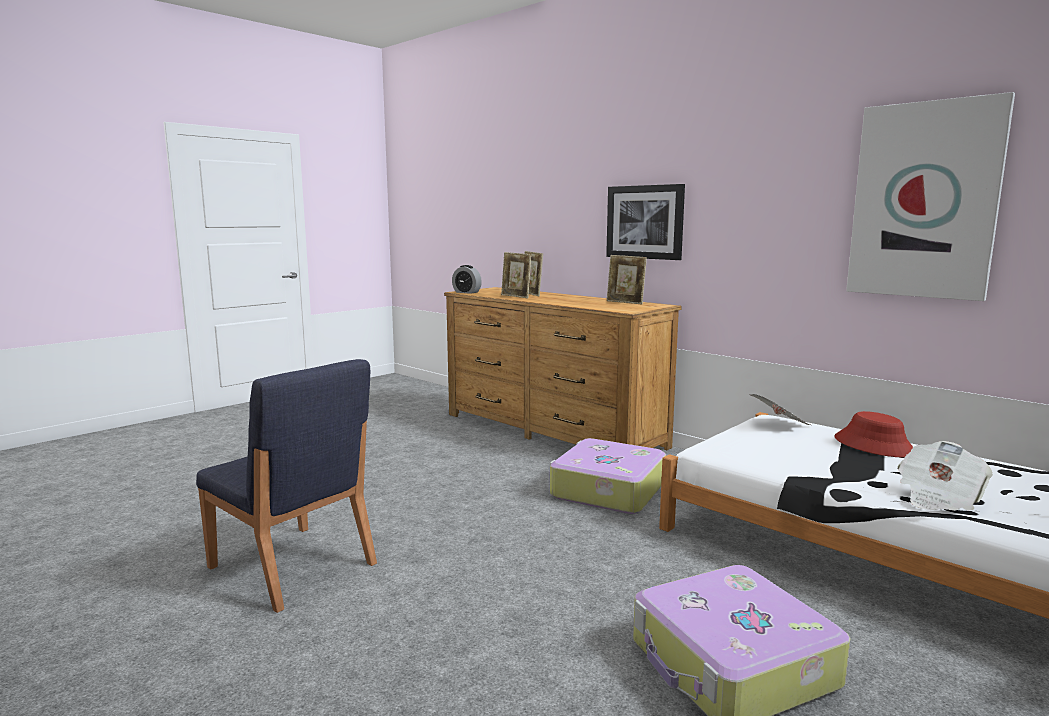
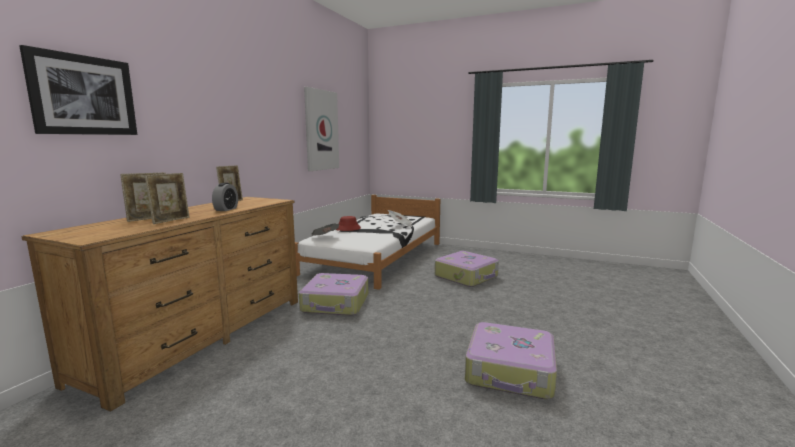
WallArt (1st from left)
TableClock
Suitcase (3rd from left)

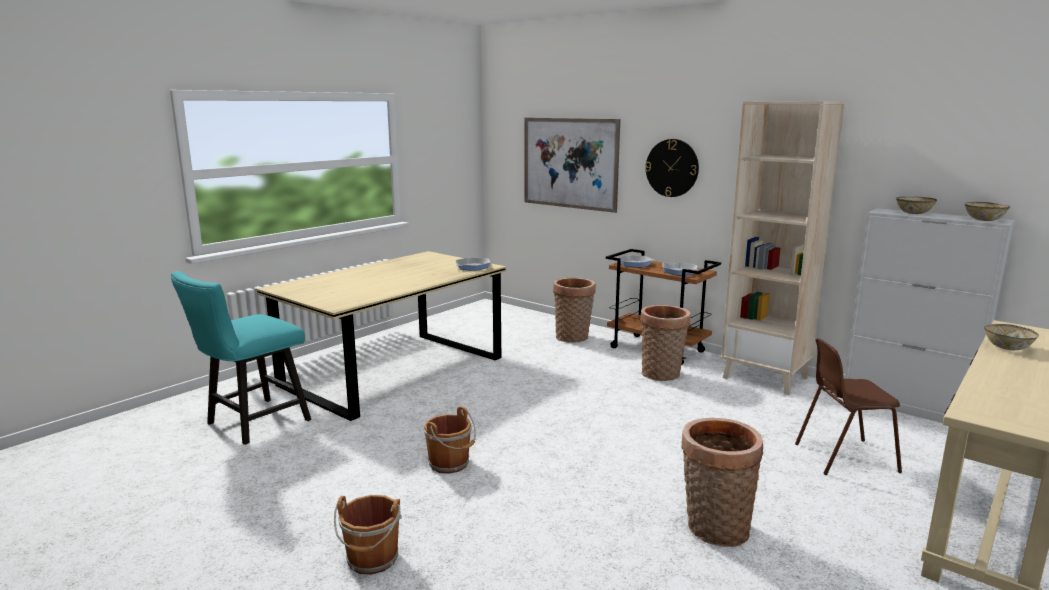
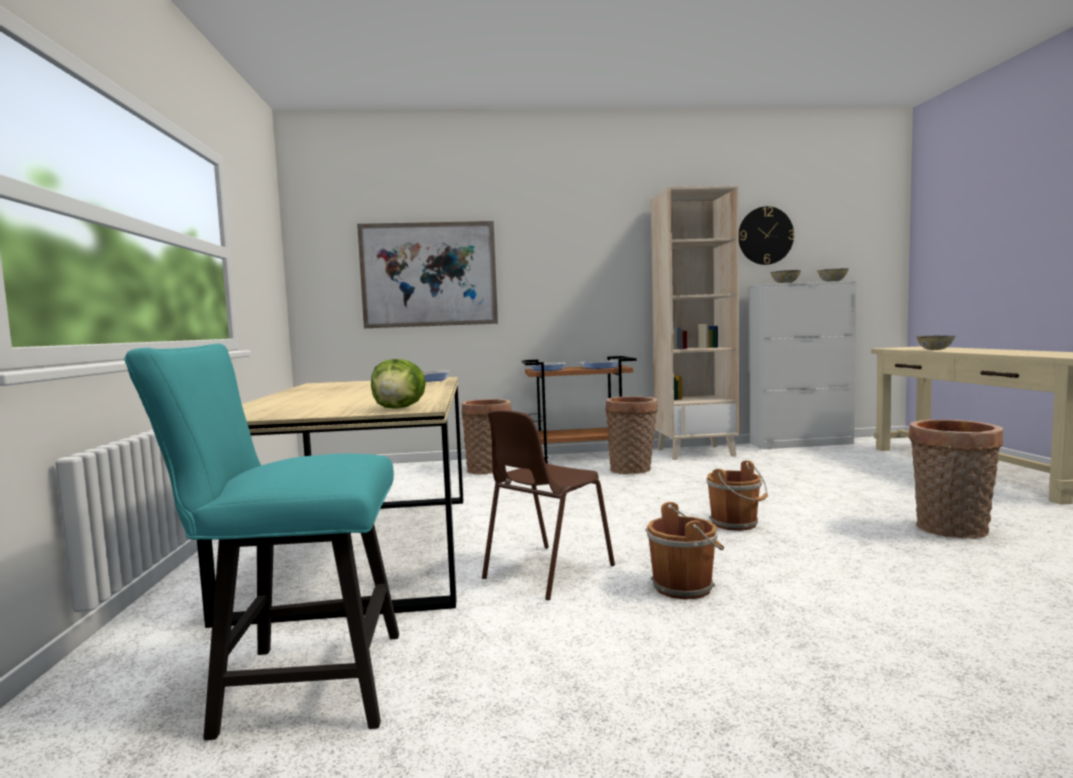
ClockOnTheWall
TurquoisePlainChair
BrownishPlainChair
BrownishPail (2nd from left)
HeadOfLettuce

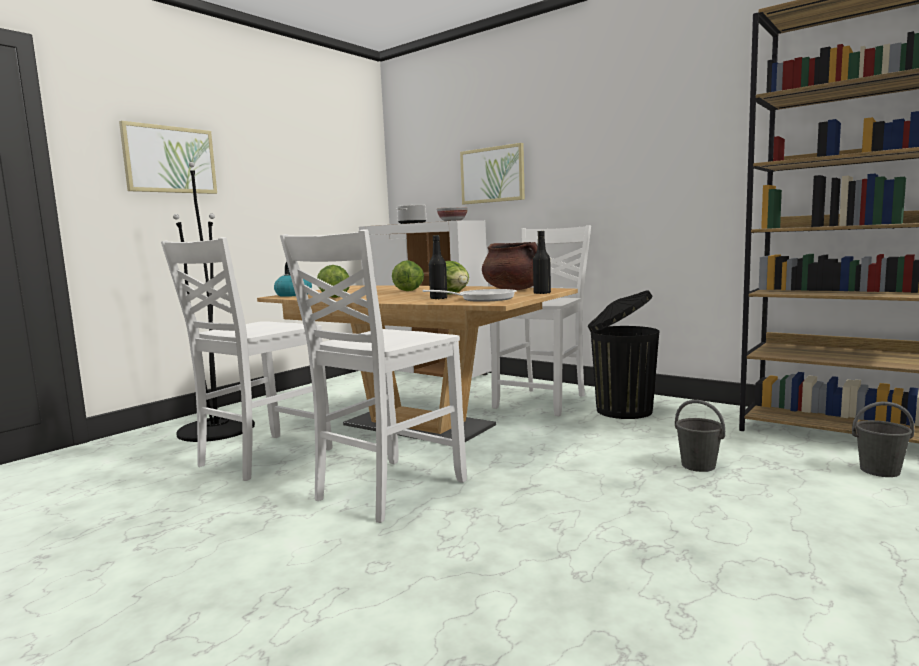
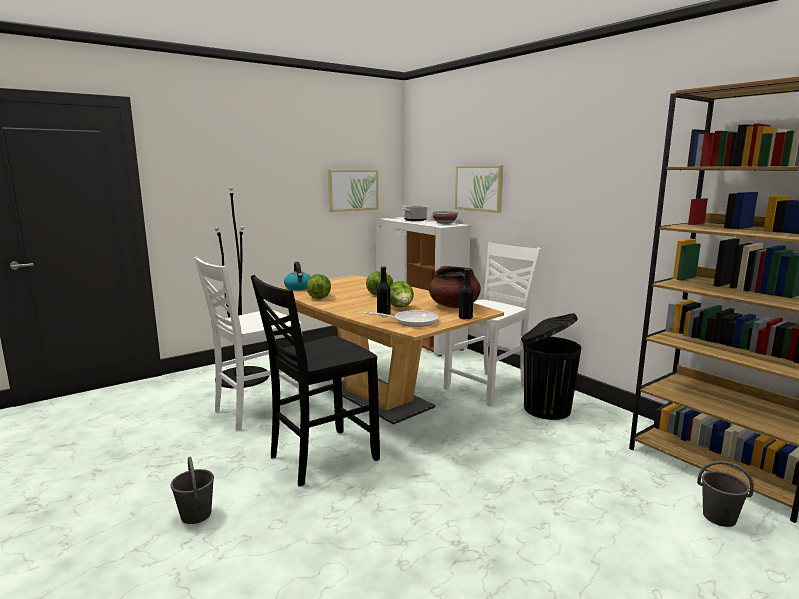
WallArt (1st from left)
BlackColouredPlainChair
GrayPail (1st from left)

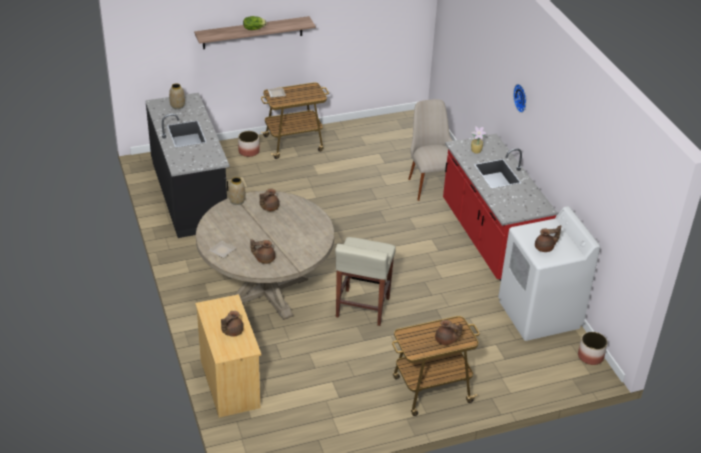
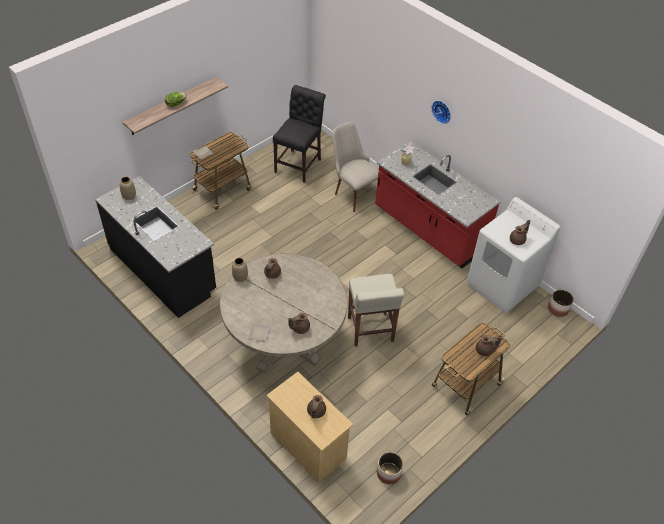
Planter (1st from left)
BlackColouredPlainChair

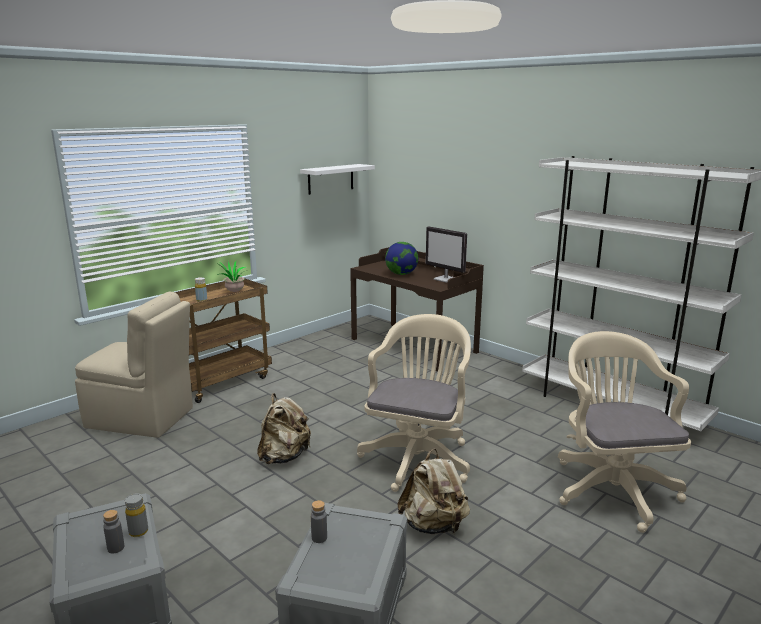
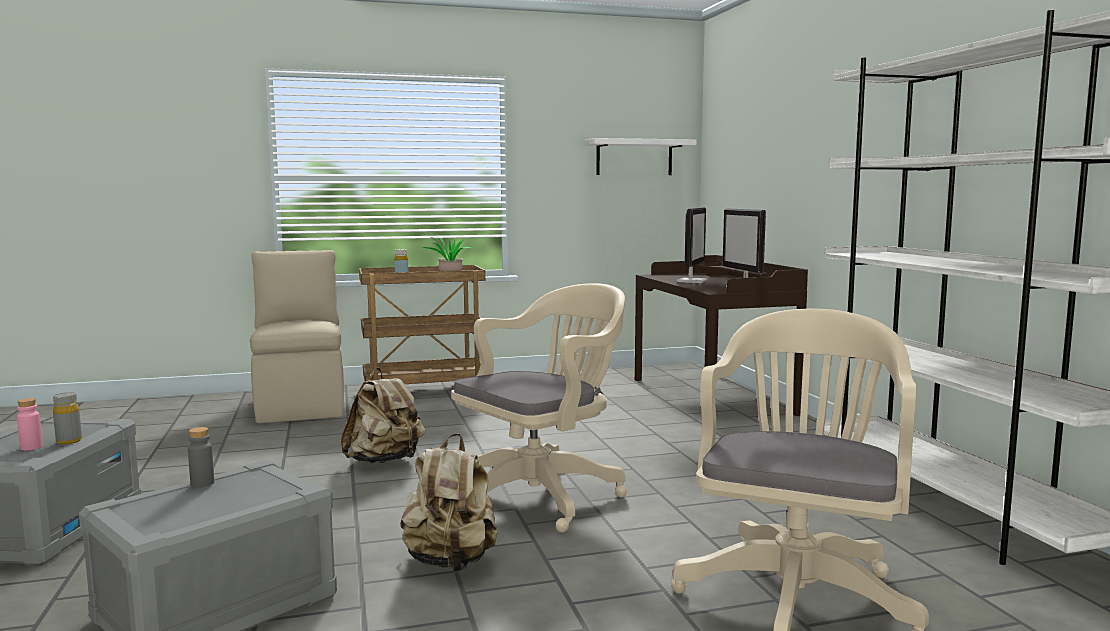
ComputerScreen (1st from left)
SandColouredPlainChair
PinkishBottle

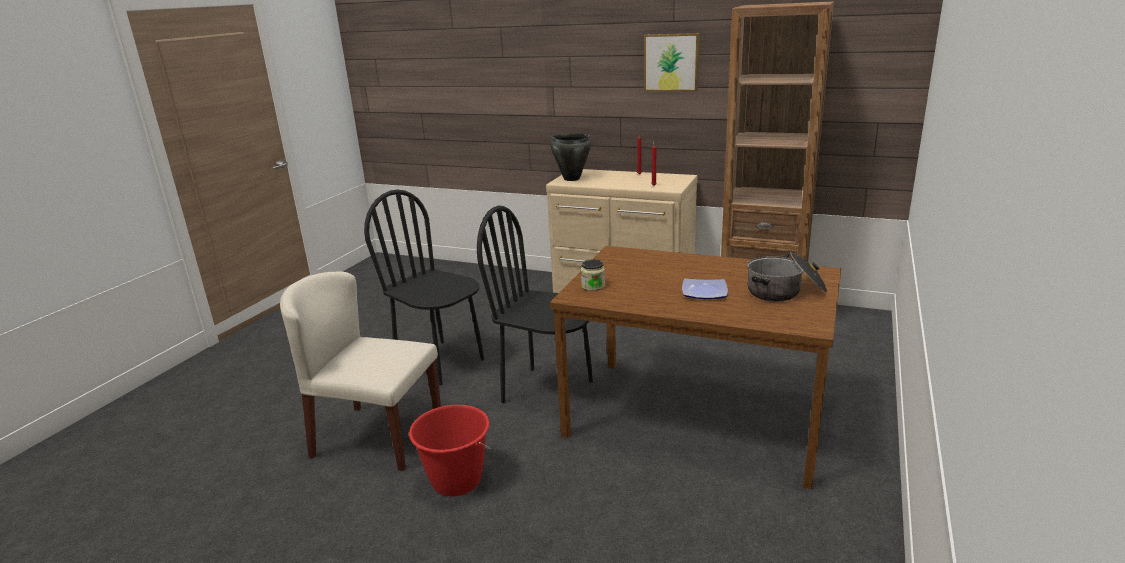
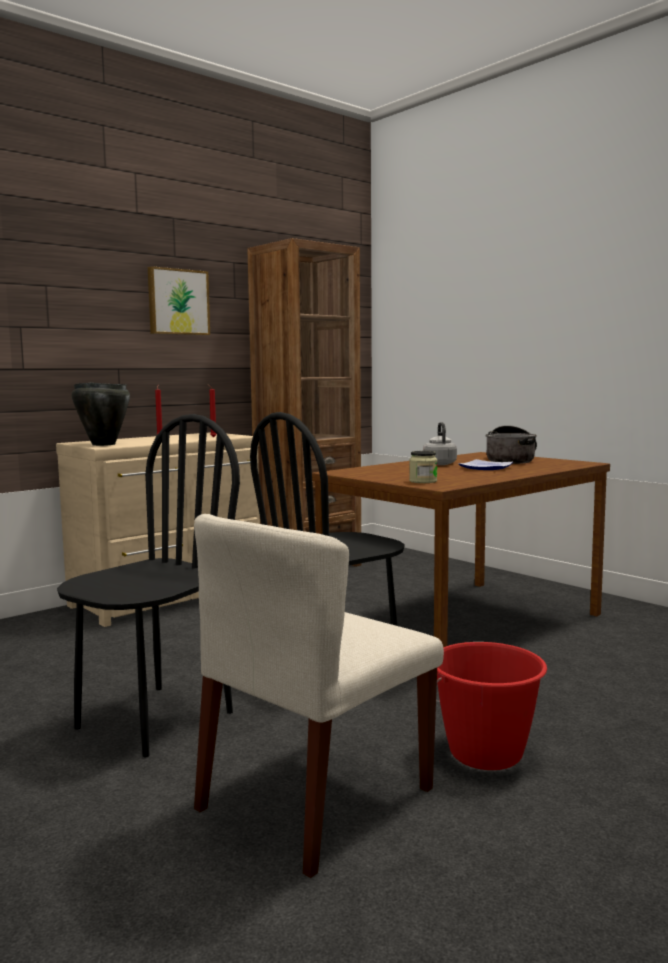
BlackColouredPlainChair (1st from left)
GrayWaterKettle

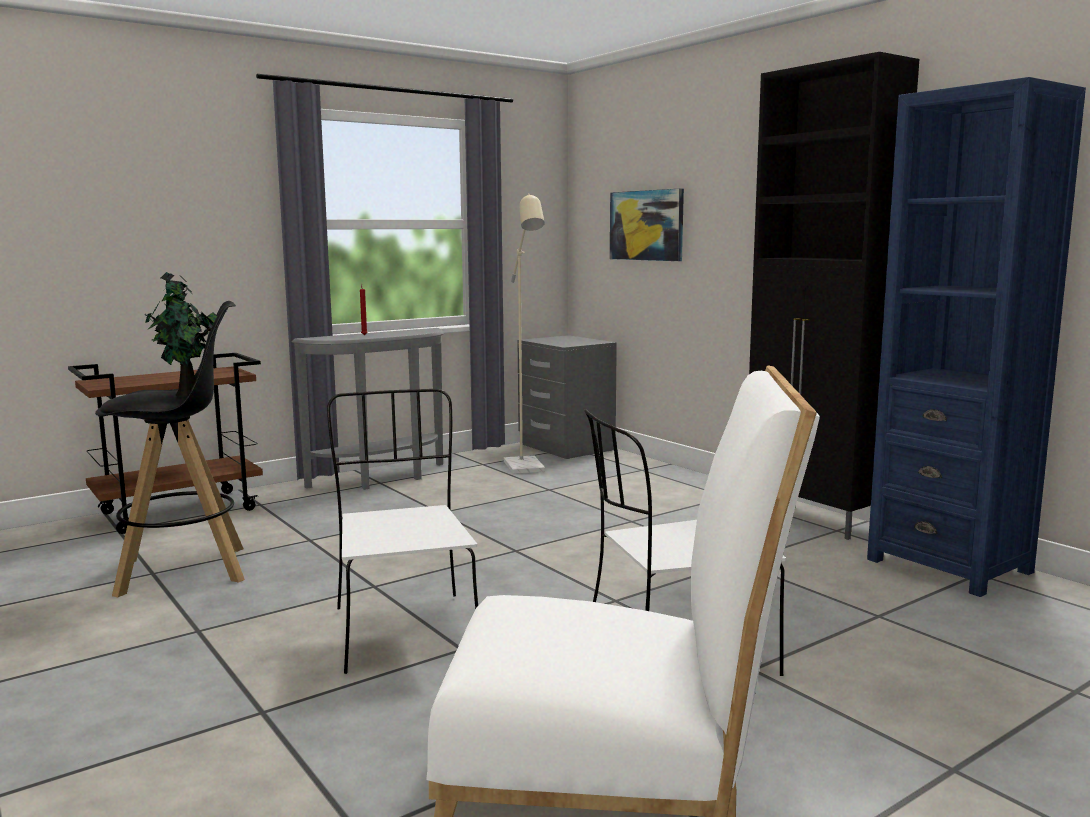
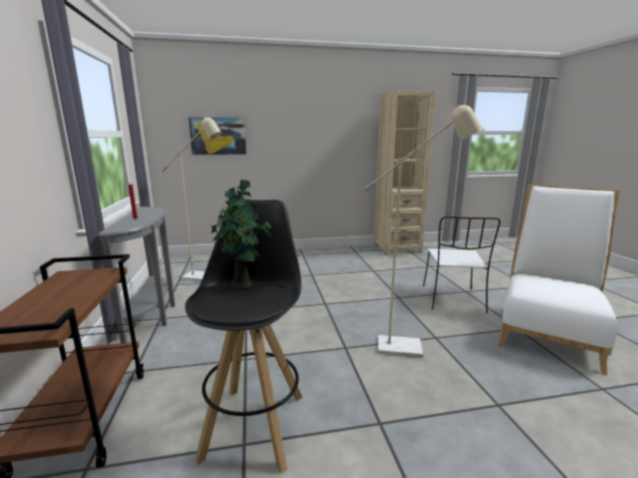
BlackColouredStorageCabinet
SandColouredShelvingUnit
GrayNightTable
SandColouredFloorLamp (2nd from left)

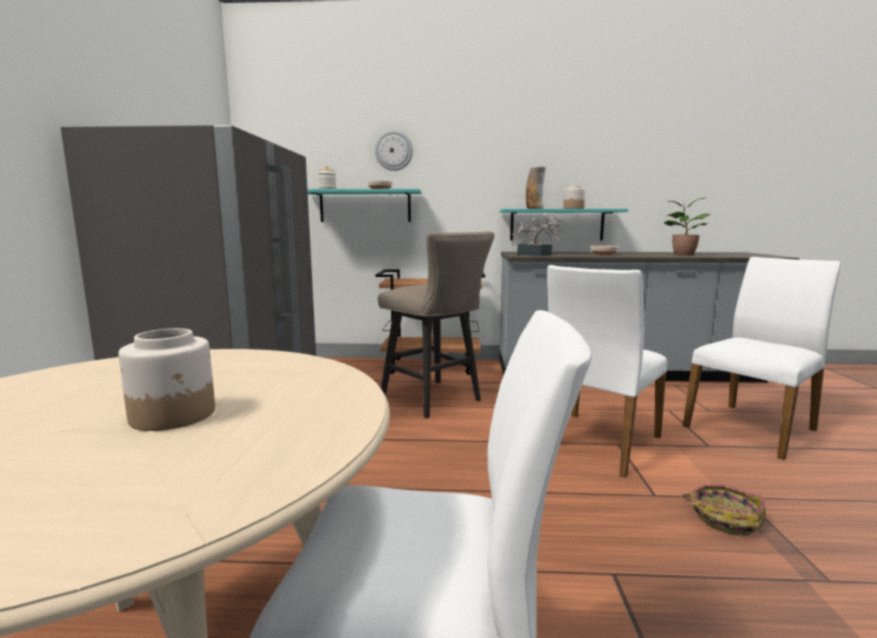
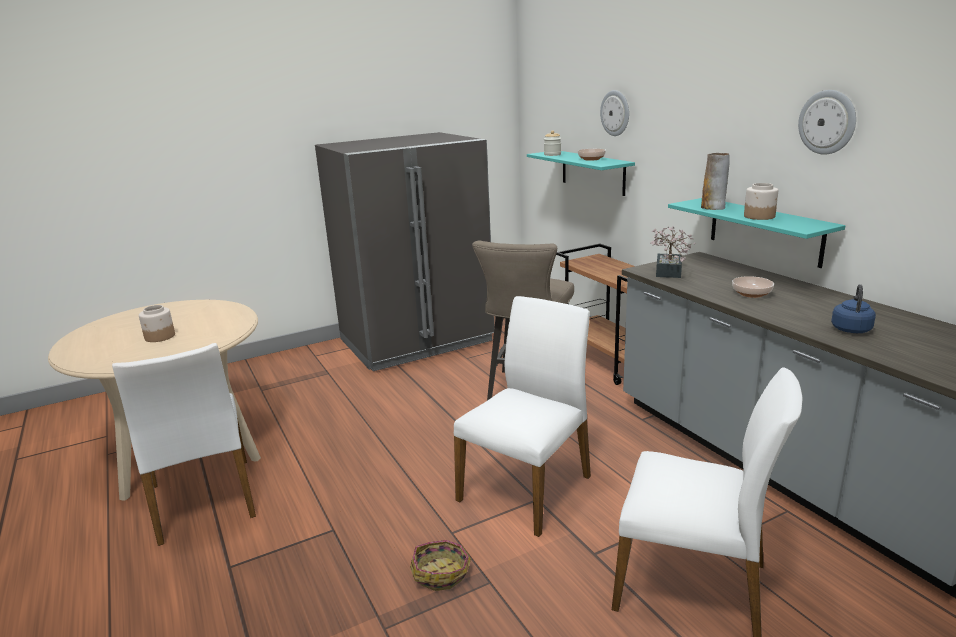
BlueWaterKettle
WhitishPlainChair (2nd from left)
ClockOnTheWall (2nd from left)

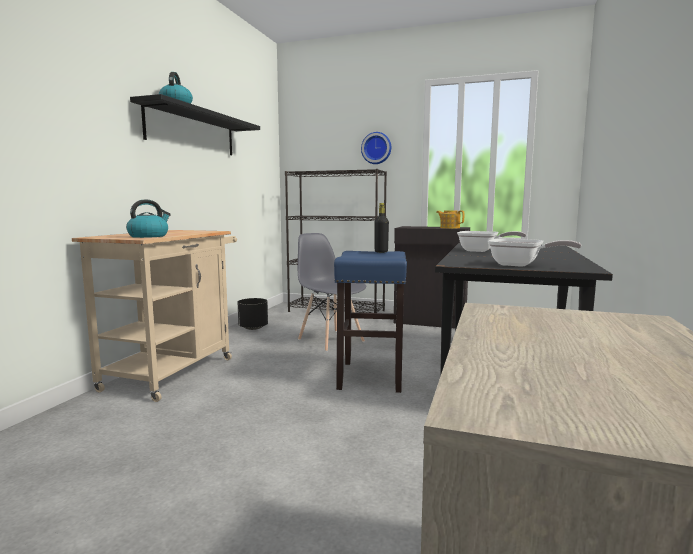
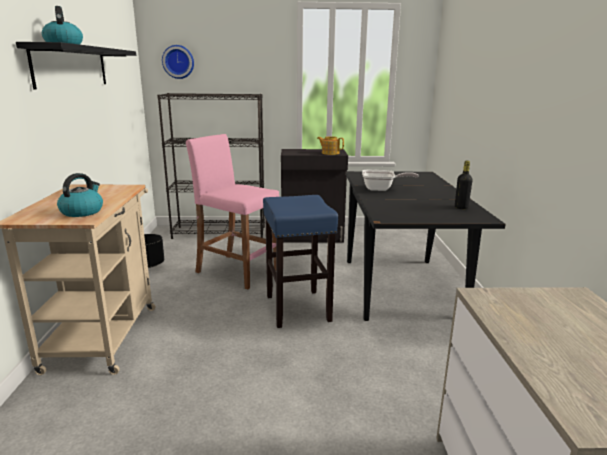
ClockOnTheWall
BlackColouredBottle
PinkishStool
Pan (2nd from left in the first image)

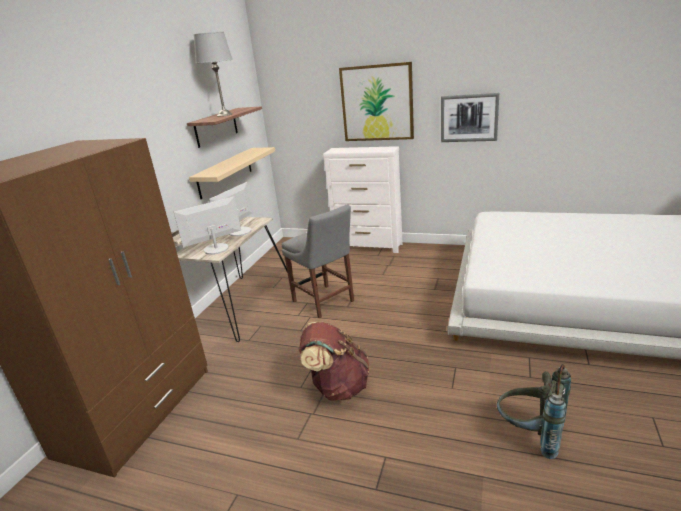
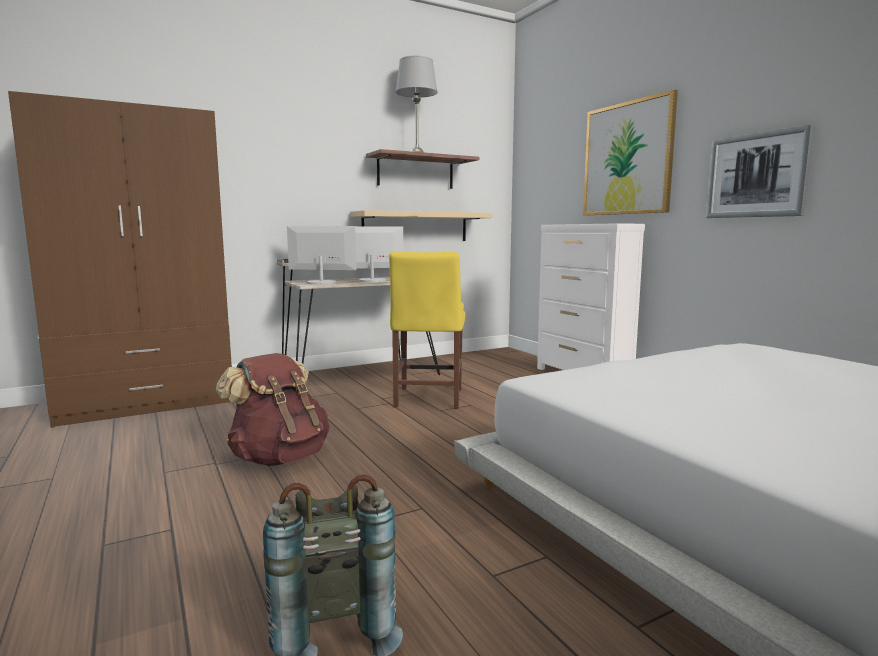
YellowPlainChair

